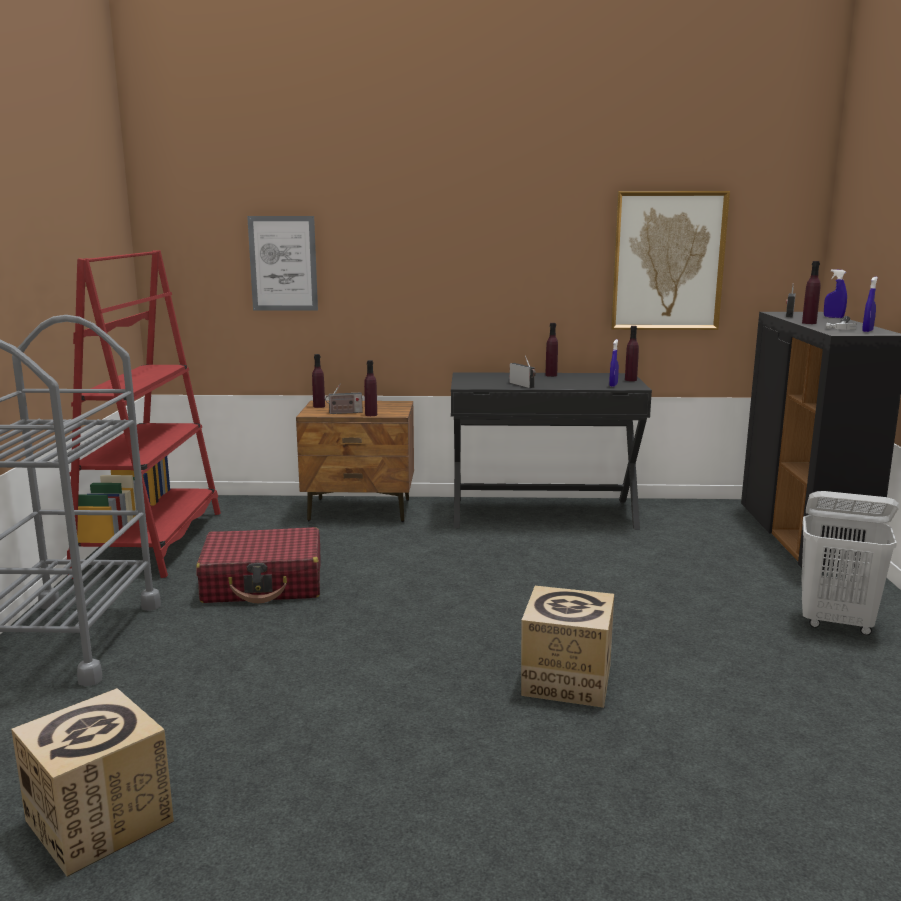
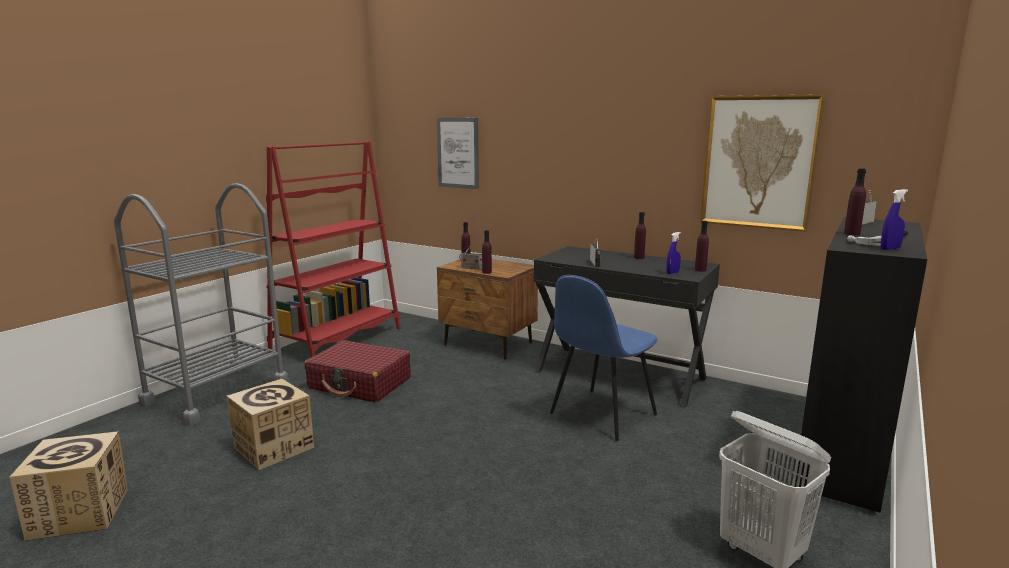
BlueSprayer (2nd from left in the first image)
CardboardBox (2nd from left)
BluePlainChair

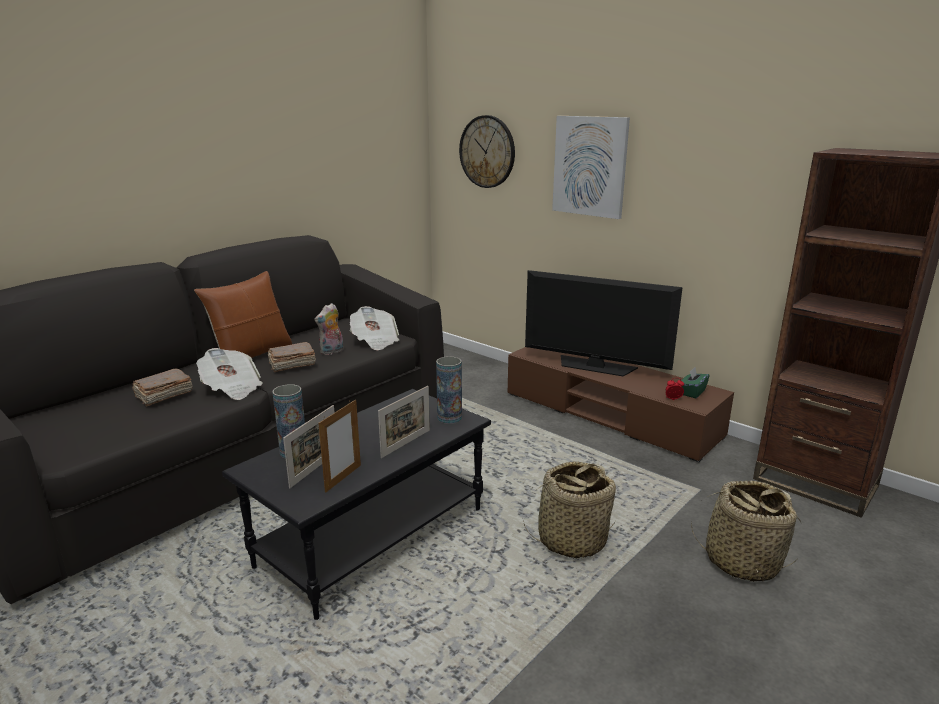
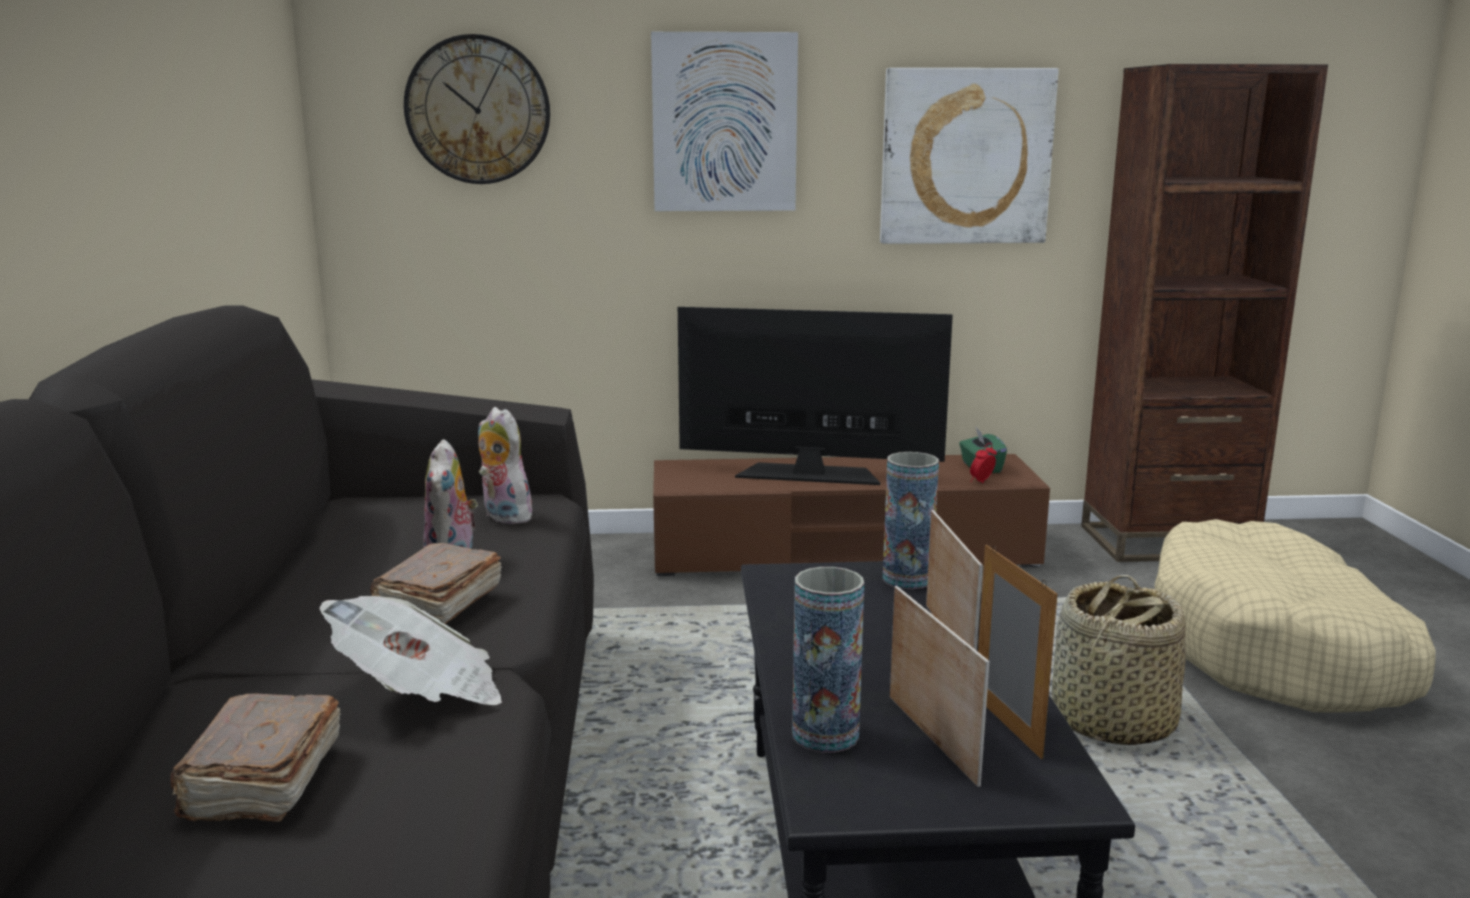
Tv
BrownishThrowPillow
CuddlyToy (2nd from left)
SandColouredPetBed
WallArt (2nd from left)

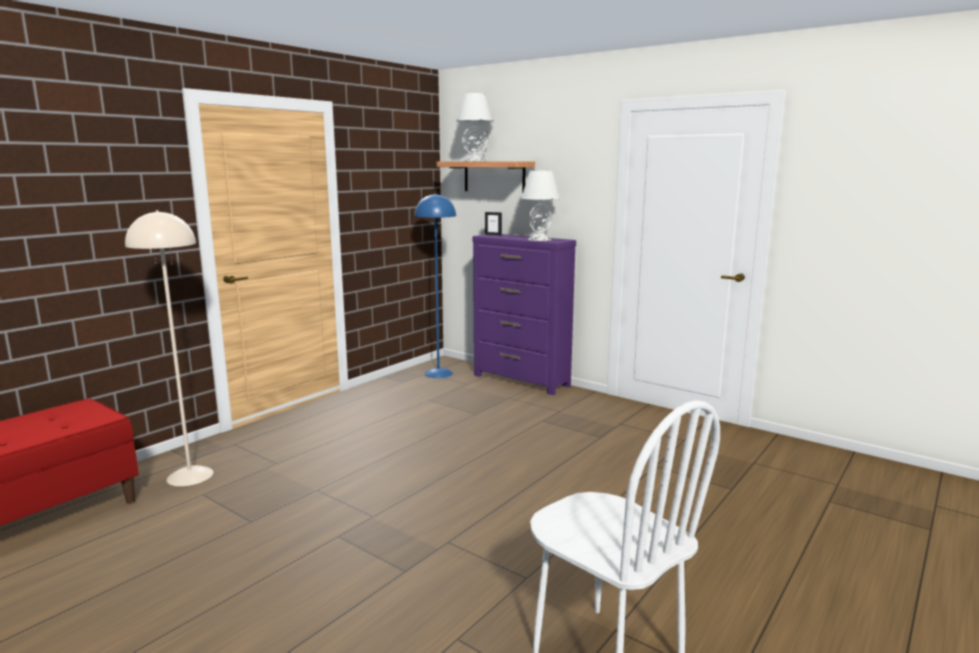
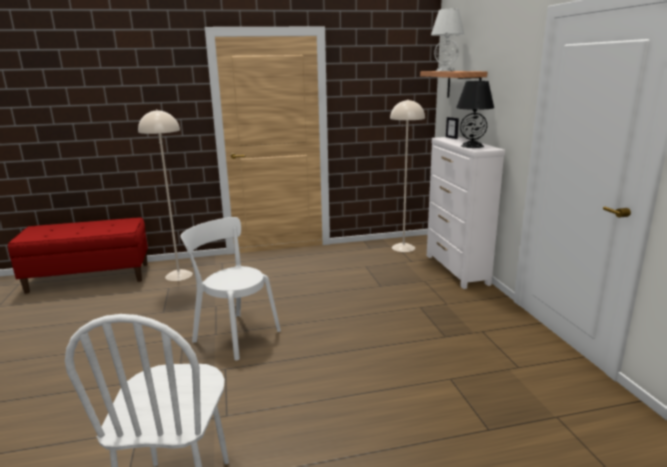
BlackColouredTableLamp
SandColouredFloorLamp (2nd from left)
WhitishDresser
WhitishPlainChair (2nd from left)

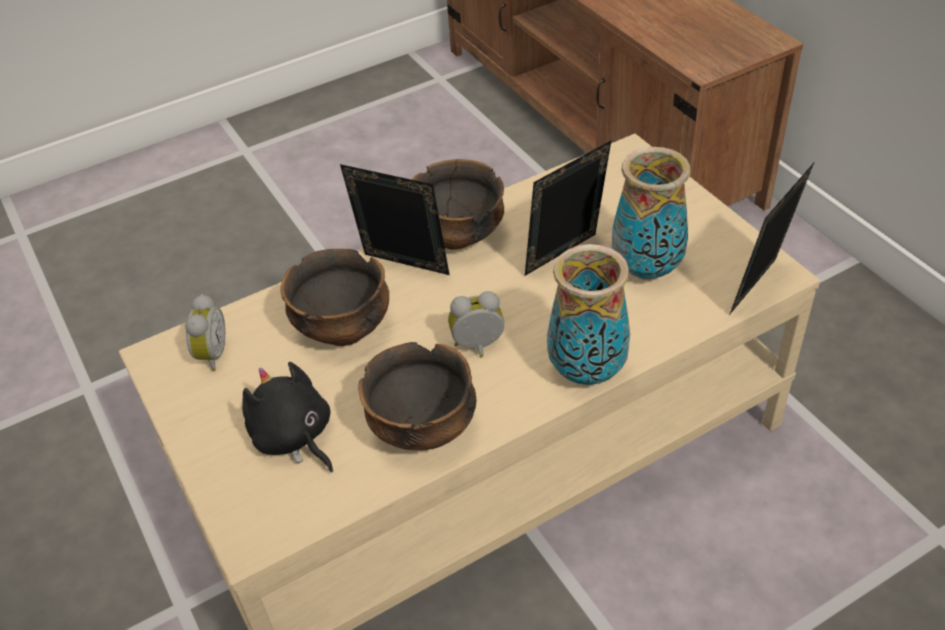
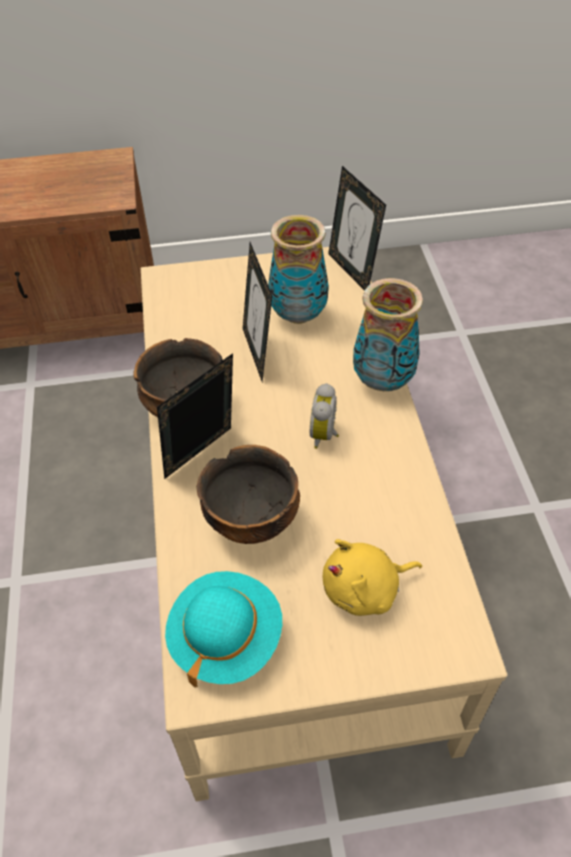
TurquoiseClothingHat
ServingBowl (2nd from left in the first image)
YellowCuddlyToy

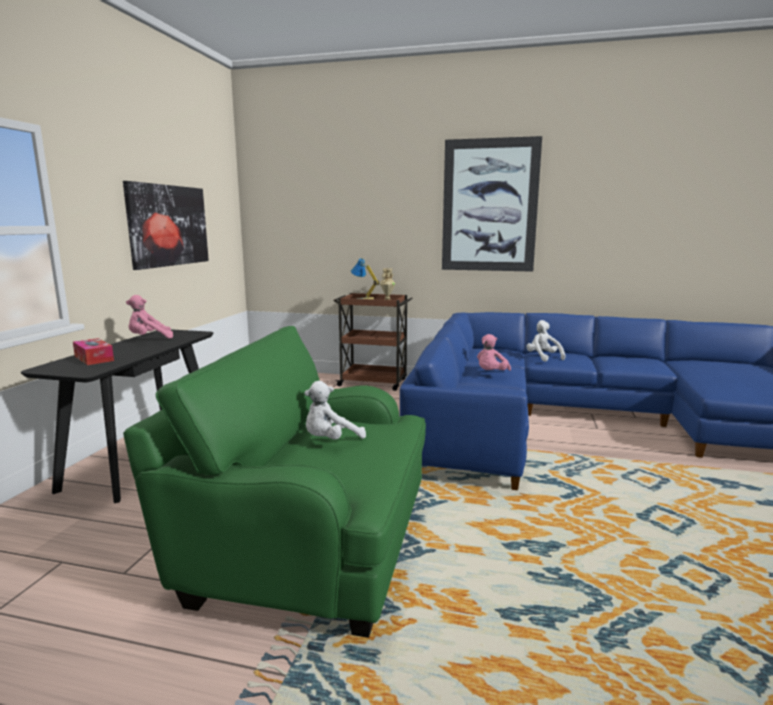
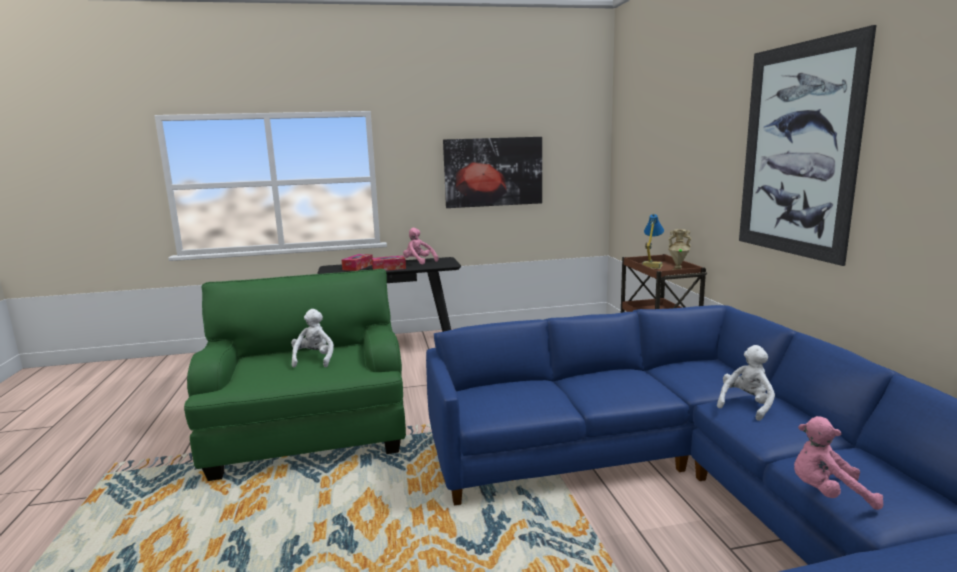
PinkishCuddlyToy (2nd from left)
WhitishCuddlyToy (1st from left)
BoxOfTissues (2nd from left)

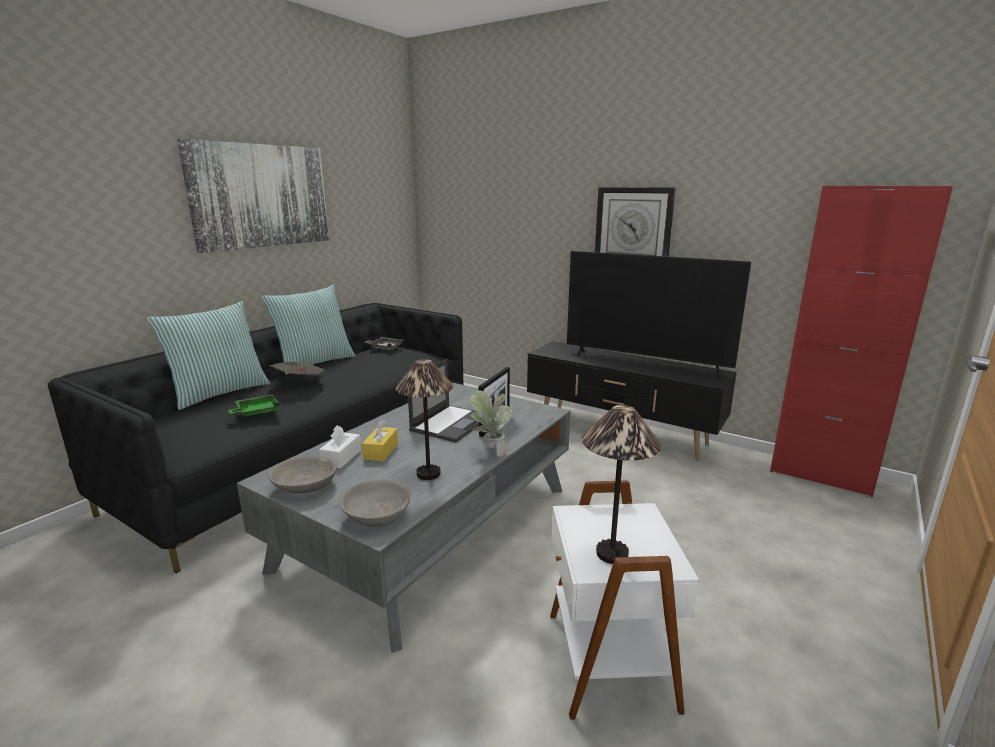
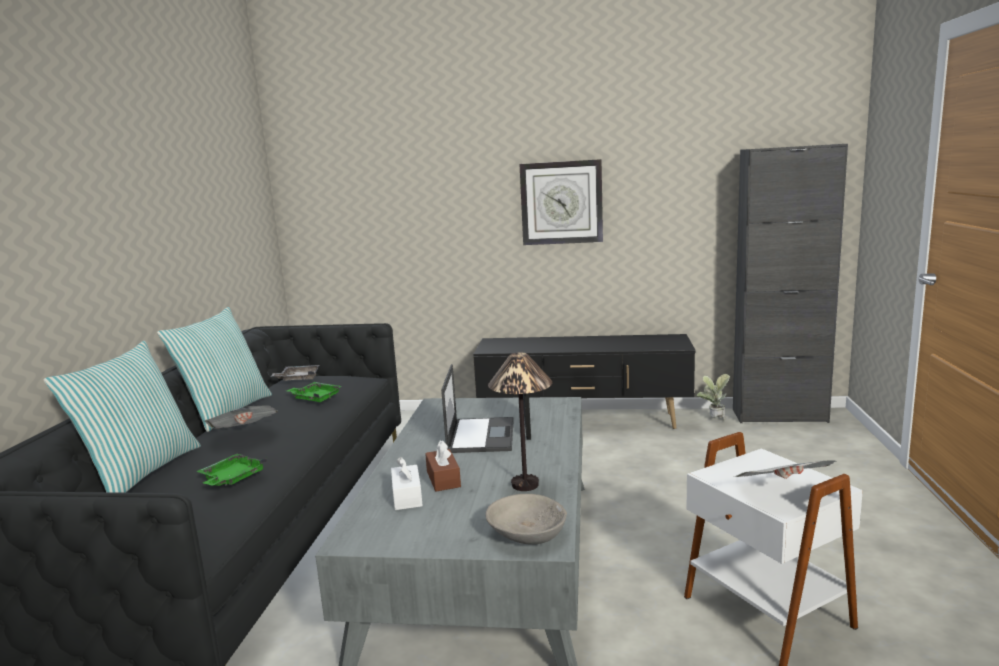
WallArt
BlackColouredStorageCabinet
Tv
Houseplant
Newspaper (2nd from left)
BrownishBoxOfTissues
GrayServingBowl (1st from left in the first image)
GreenColouredCarryingTray (2nd from left)

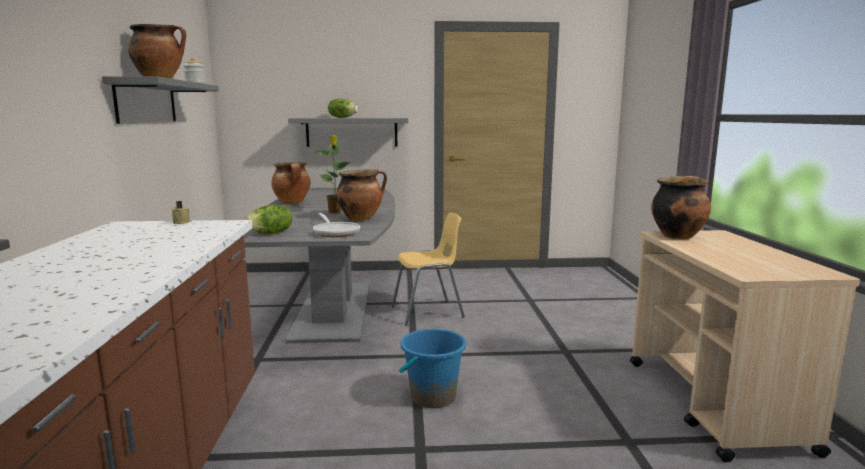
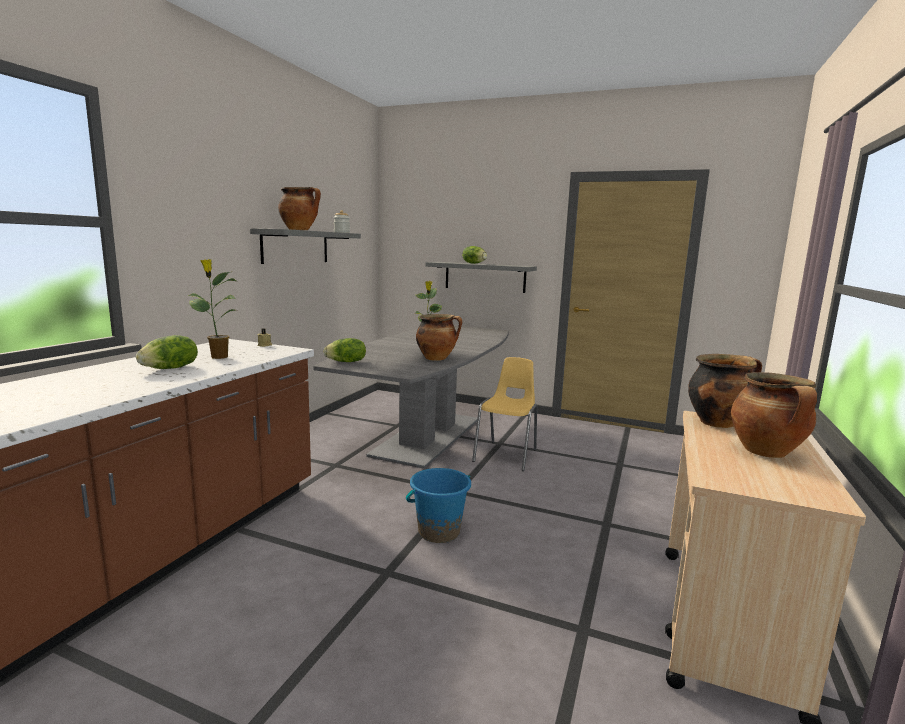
Saucepot (4th from left)
Pan
YellowPlainChair
Houseplant (1st from left)
HeadOfLettuce (1st from left)

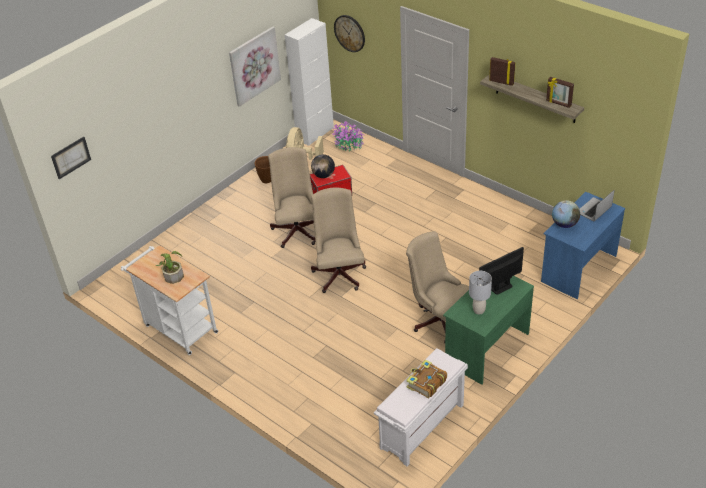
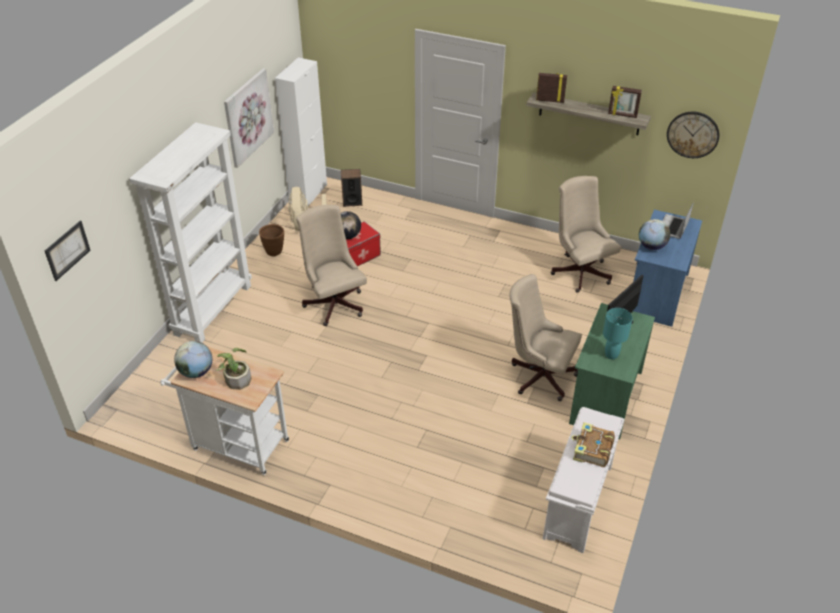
ClockOnTheWall
Loudspeaker
SandColouredOfficeChair (3rd from left)
TurquoiseTableLamp
WhitishShelvingUnit
WorldGlobe (1st from left)

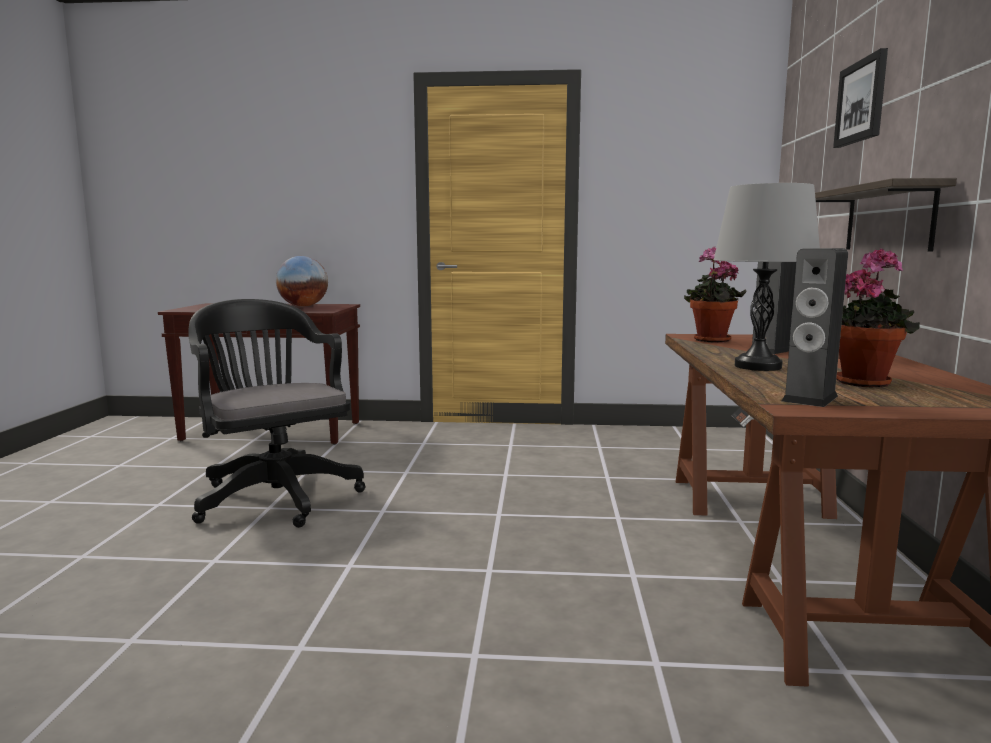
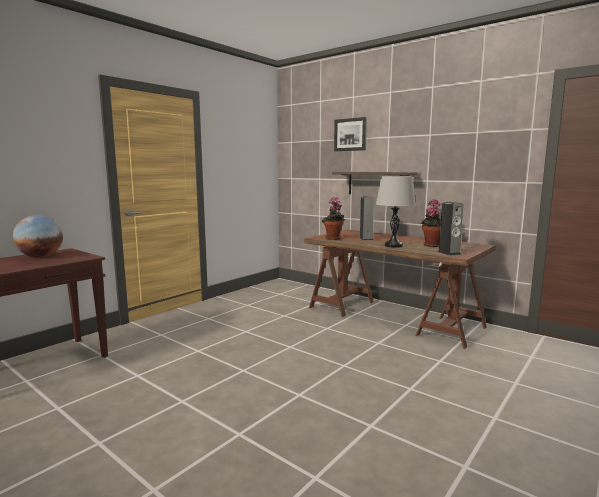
BlackColouredOfficeChair

